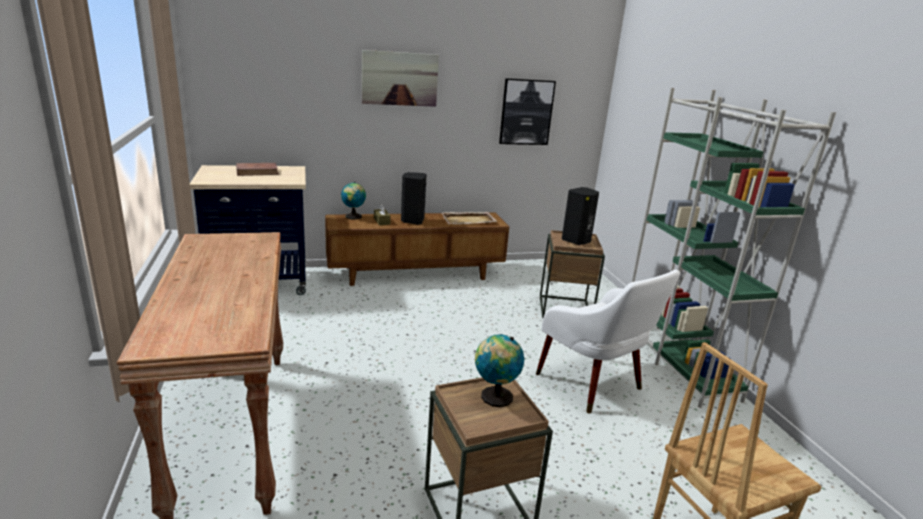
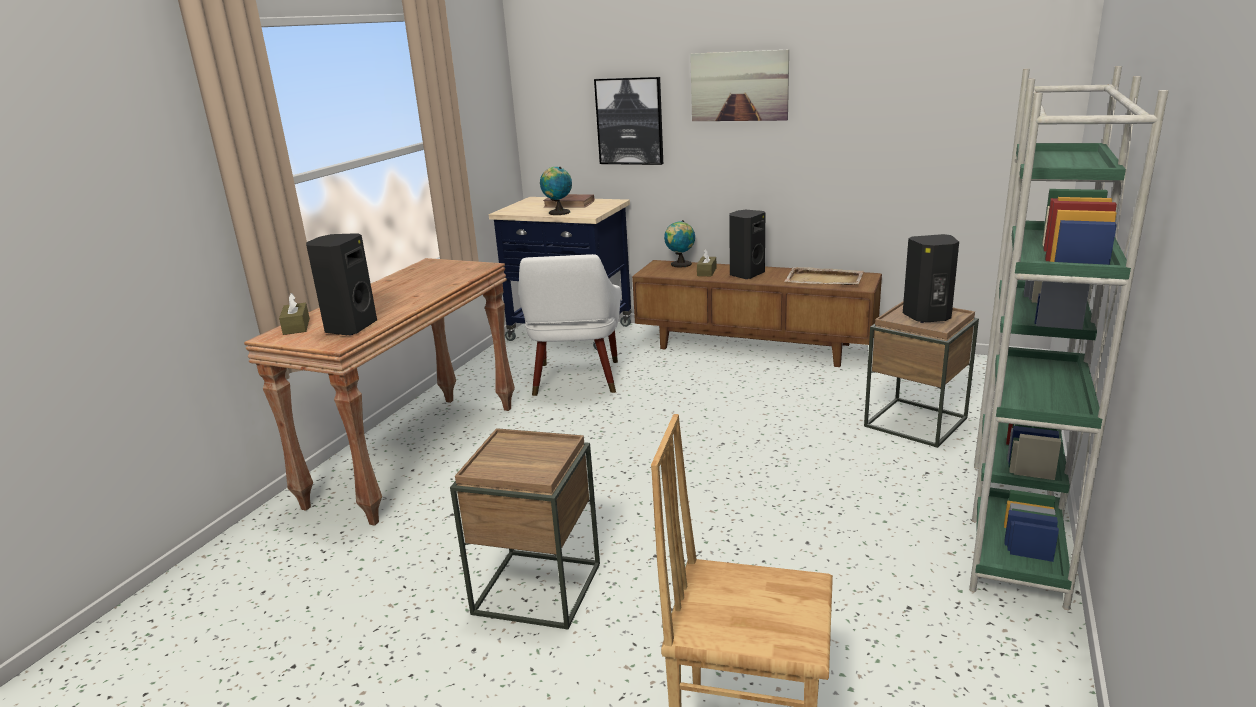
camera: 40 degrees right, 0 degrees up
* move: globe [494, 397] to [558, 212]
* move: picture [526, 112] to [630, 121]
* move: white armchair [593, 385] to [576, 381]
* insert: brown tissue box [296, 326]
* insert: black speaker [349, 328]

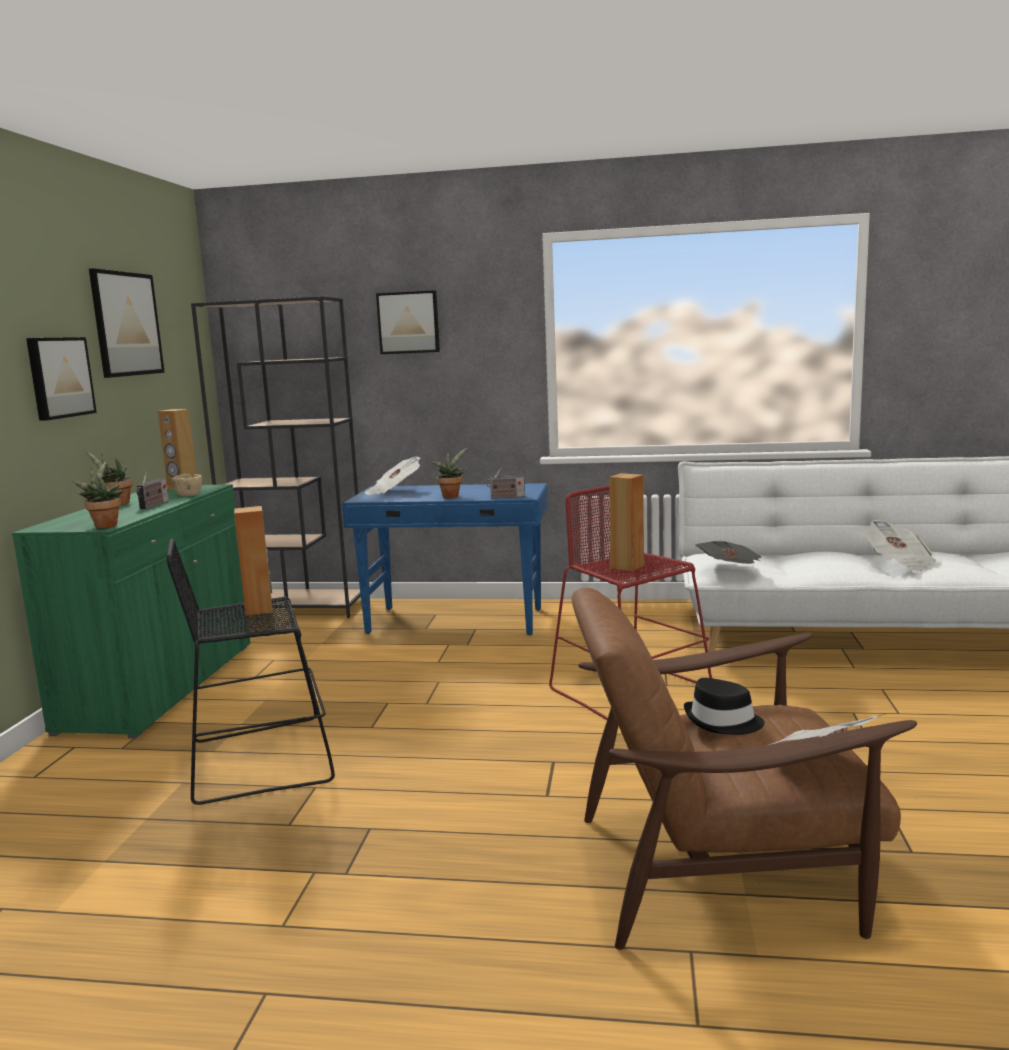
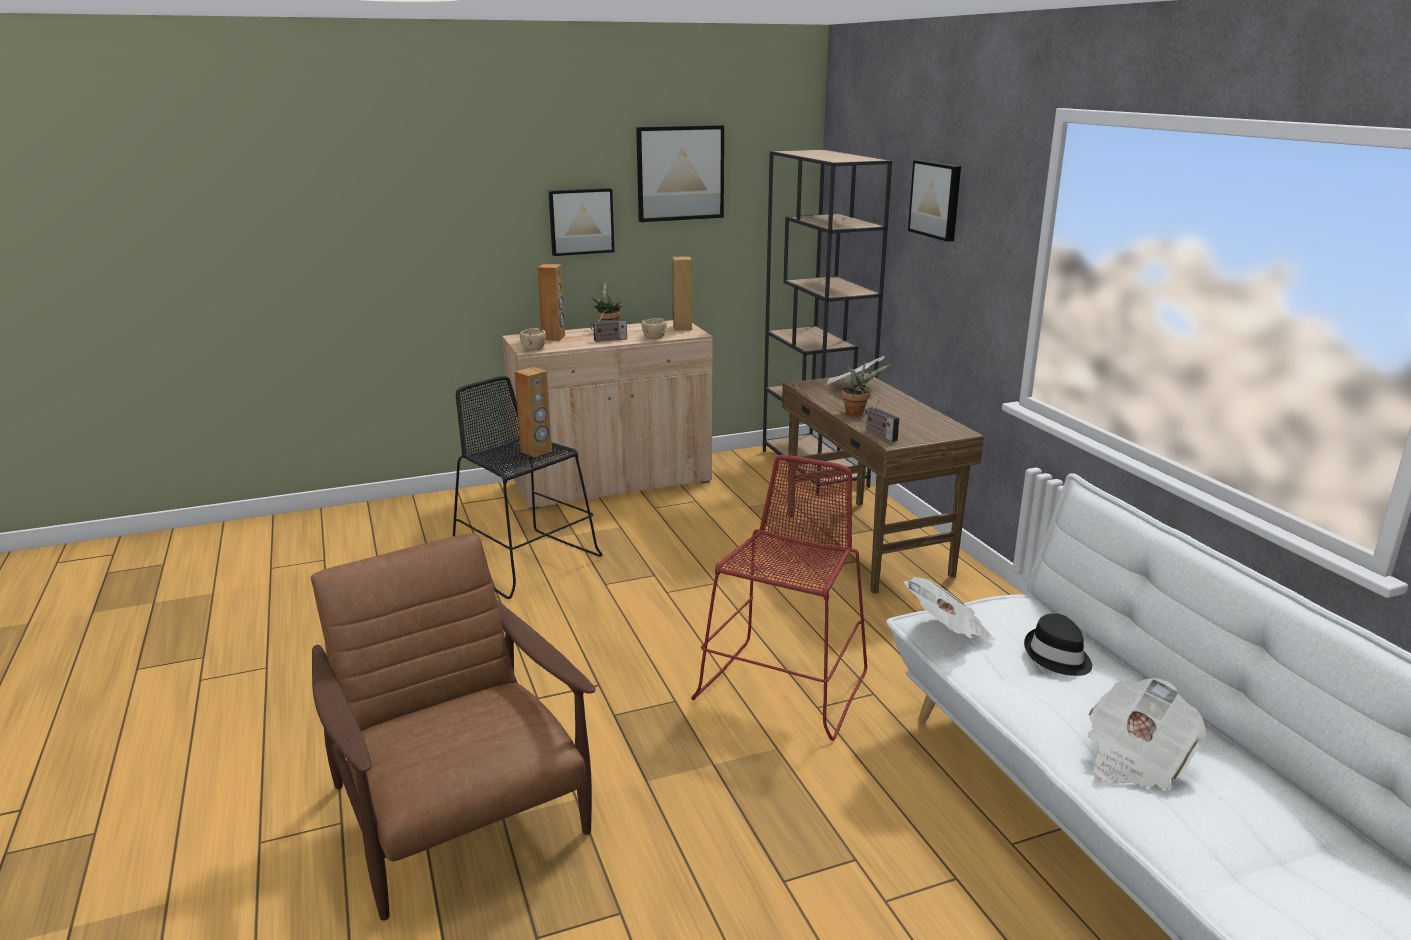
camera: 60 degrees right, 10 degrees up
* recolor: green cabinet [161, 686] to beige cabinet [613, 483]
* replace: potted plant [105, 525] to beige bowl [533, 348]
* recolor: blue console table [456, 621] to brown console table [867, 545]
* move: brown speaker [627, 566] to [554, 337]
* move: black hat [723, 722] to [1057, 656]
* delete: newspaper [820, 759]

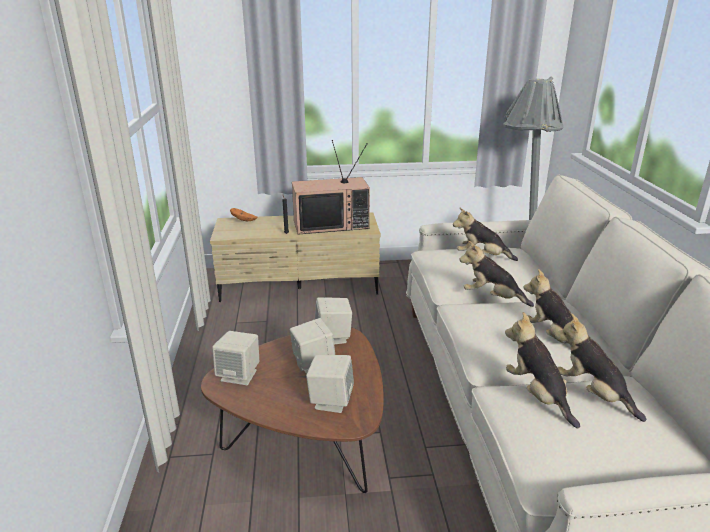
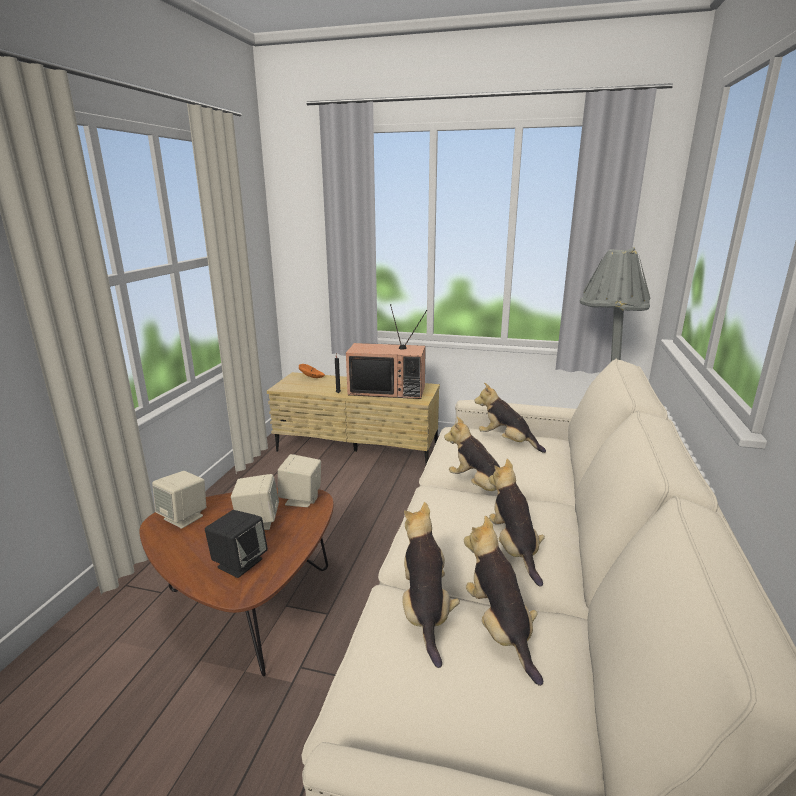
camera: 20 degrees right, 5 degrees down
* recolor: beige speaker [330, 401] to black speaker [239, 563]

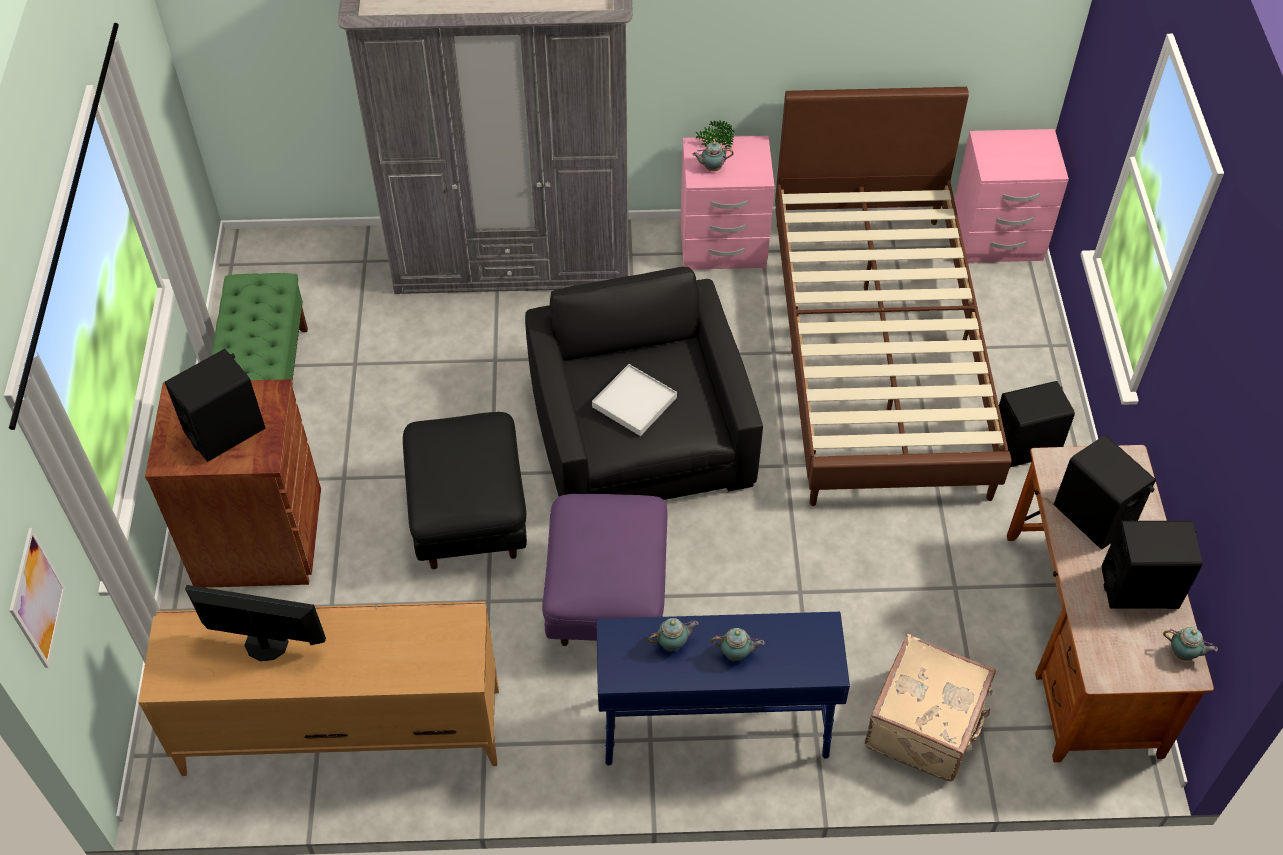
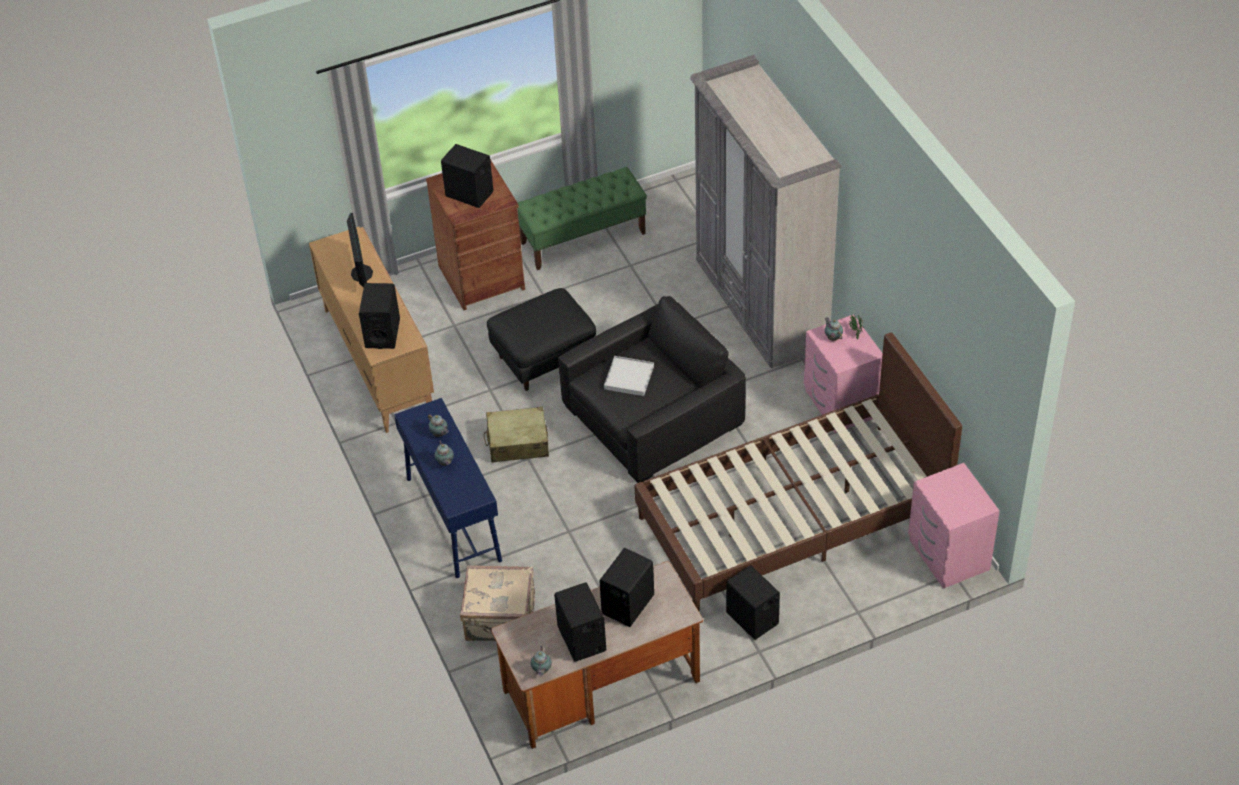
camera: 70 degrees right, 5 degrees down
* delete: picture [37, 598]
* replace: purple ottoman [608, 599] to beige suitcase [517, 442]
* insert: black speaker [382, 333]

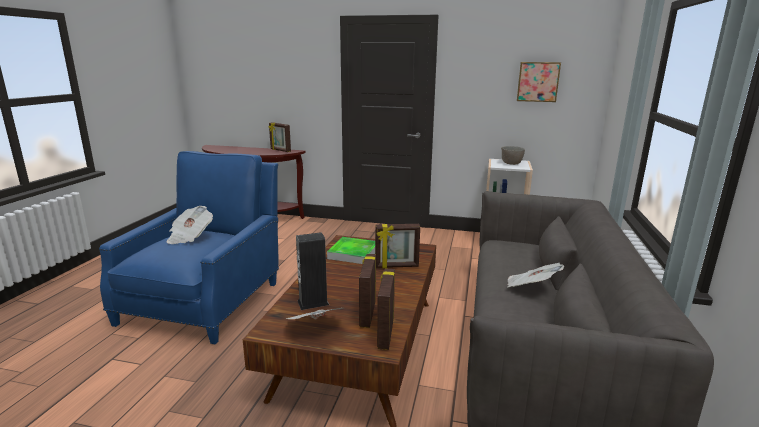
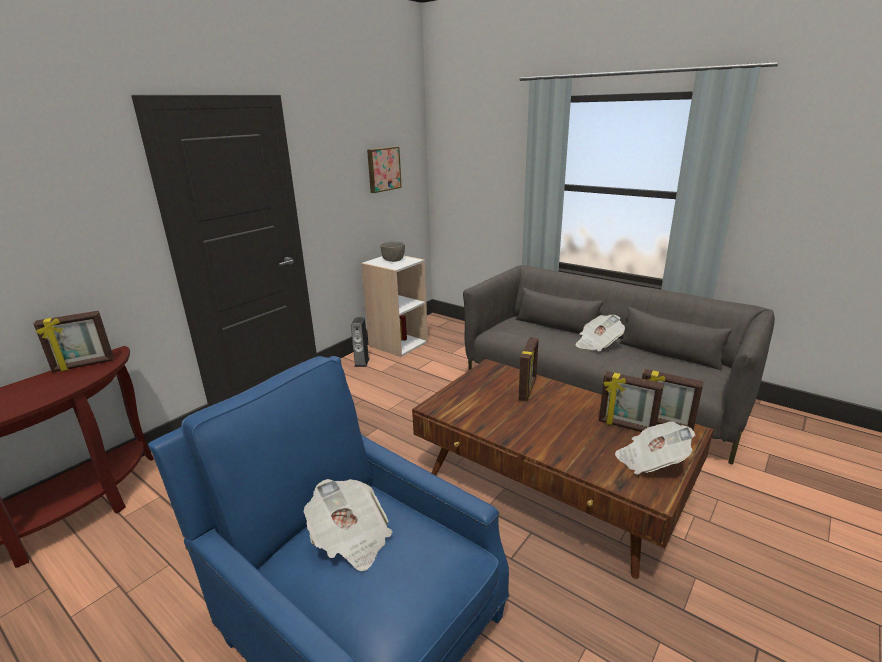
camera: 65 degrees left, 5 degrees up
* move: speaker [313, 302] to [362, 362]
* delete: tray [353, 253]

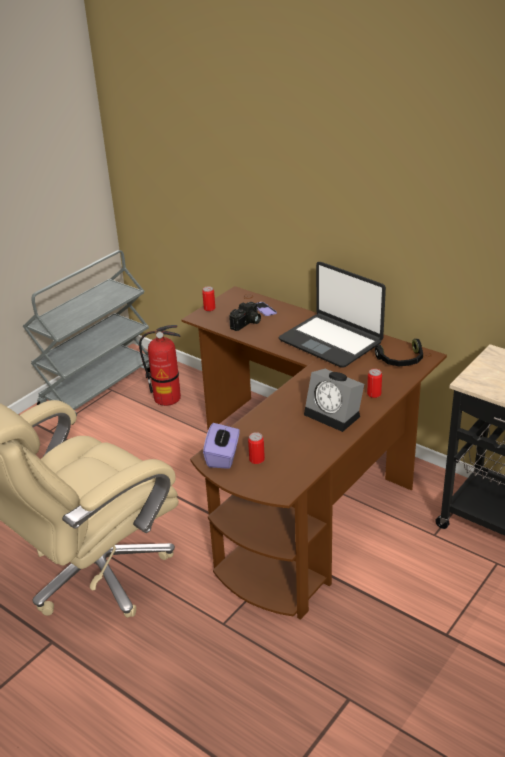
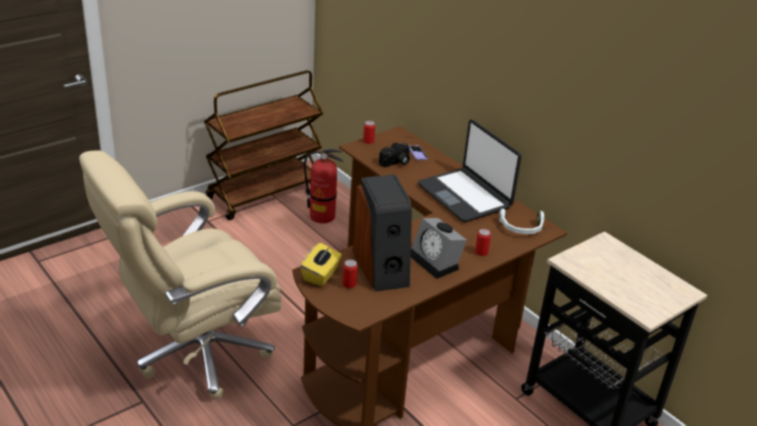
camera: 10 degrees right, 0 degrees up
* recolor: grey cart [98, 388] to brown cart [264, 193]
* recolor: purple tissue box [223, 457] to yellow tissue box [321, 275]
* recolor: black headphones [401, 360] to white headphones [521, 228]
* insert: speaker [382, 267]

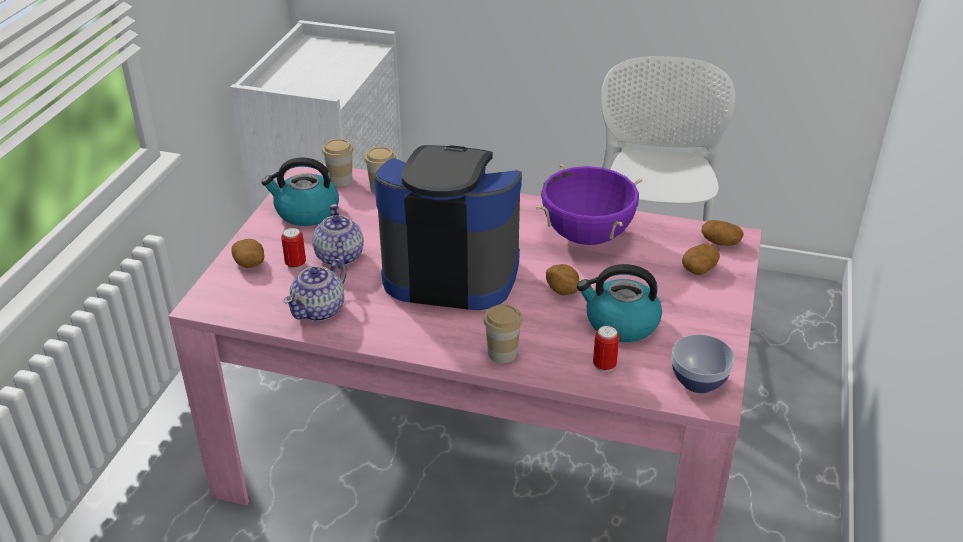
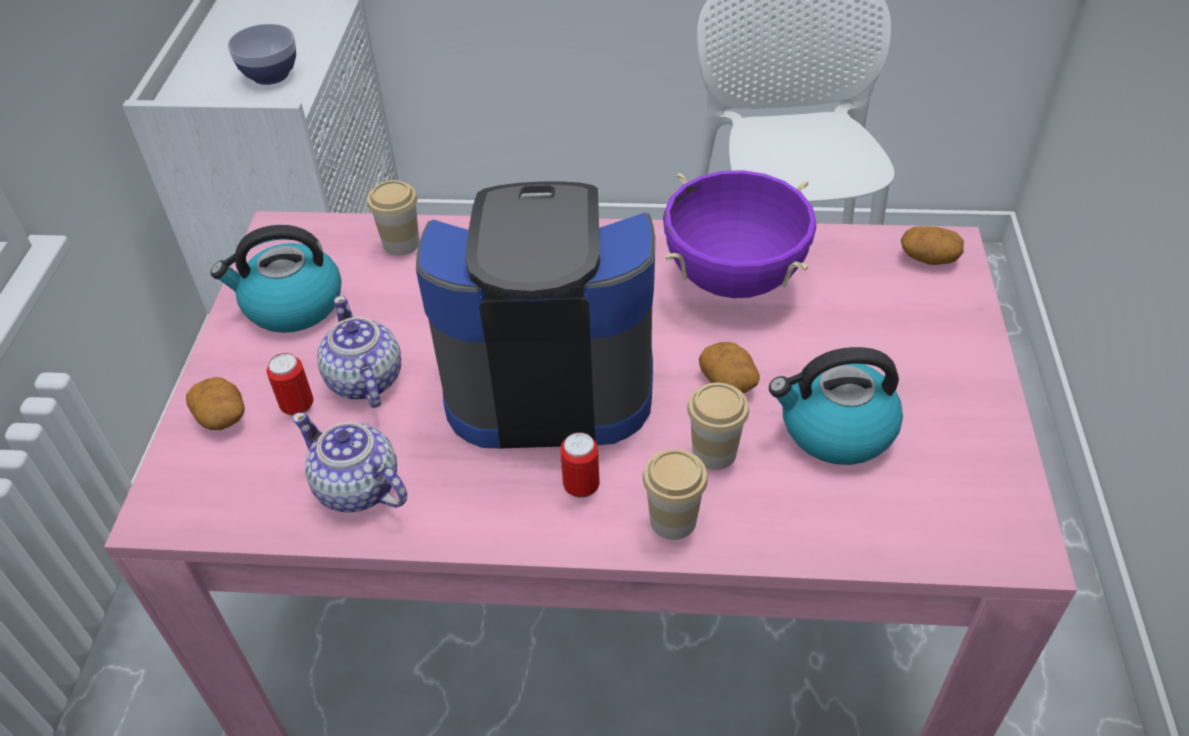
camera: 10 degrees left, 10 degrees up
* rotate: teapot [320, 310] = [358, 489] 105 degrees clockwise
* move: cup [340, 180] to [714, 452]
* move: can [604, 365] to [581, 487]
* move: bowl [698, 381] to [270, 75]
* delete: potato [699, 268]

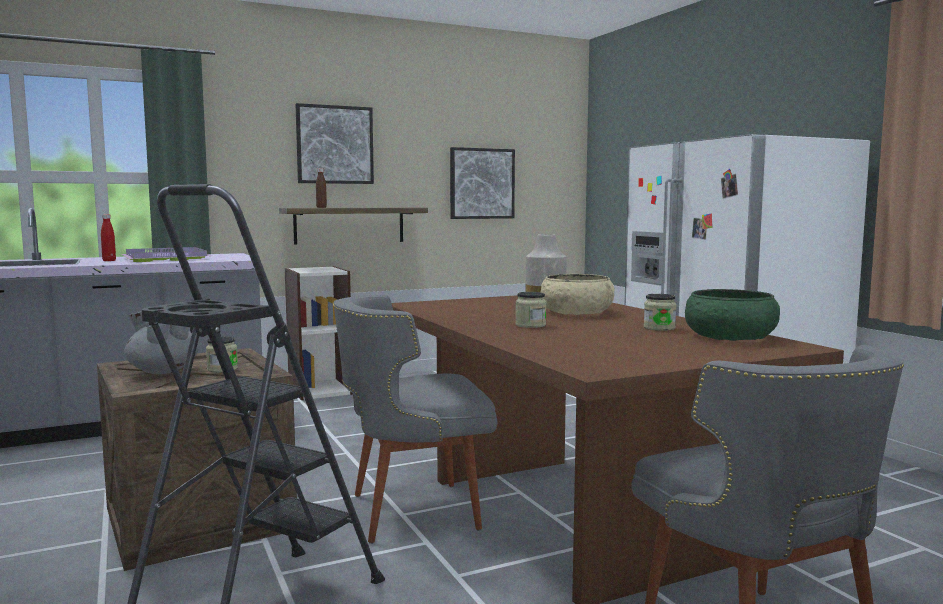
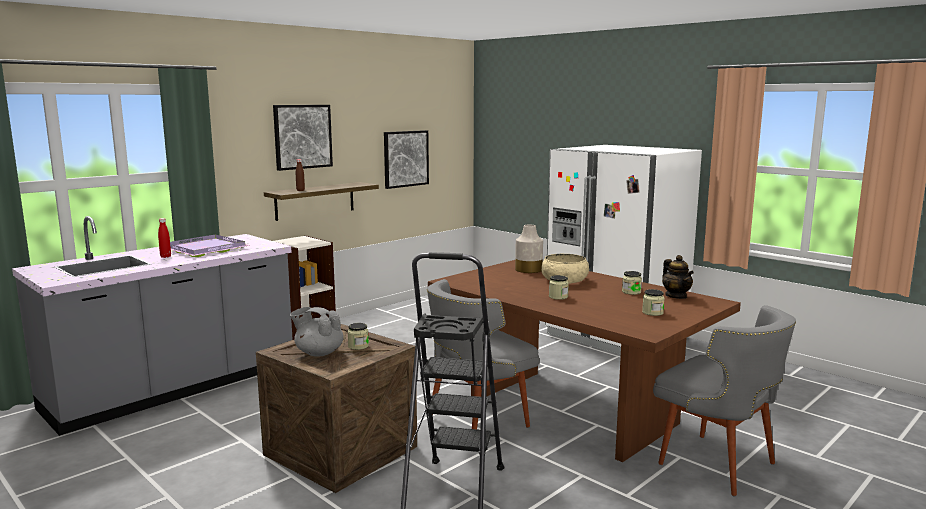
camera: 20 degrees left, 5 degrees up
* replace: green bowl [730, 336] to teapot [676, 296]
* insert: jar [652, 312]

